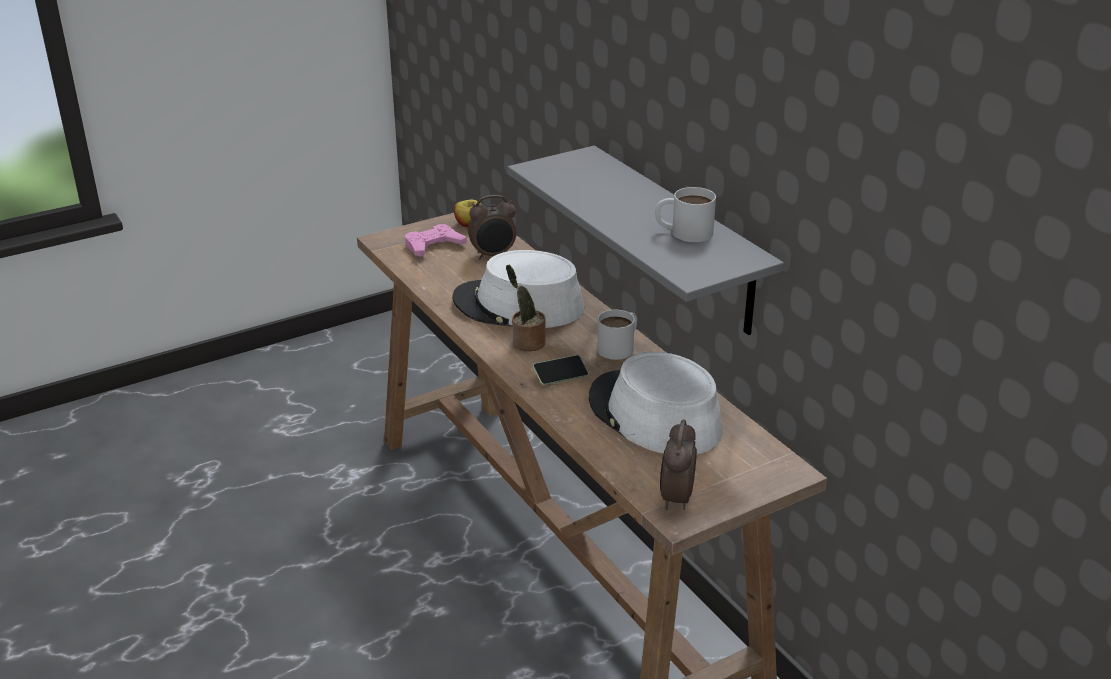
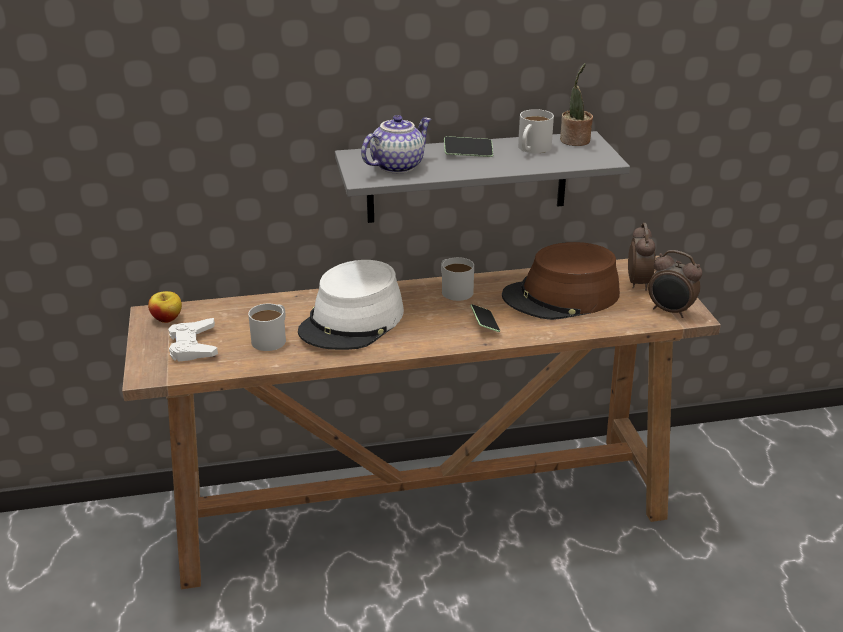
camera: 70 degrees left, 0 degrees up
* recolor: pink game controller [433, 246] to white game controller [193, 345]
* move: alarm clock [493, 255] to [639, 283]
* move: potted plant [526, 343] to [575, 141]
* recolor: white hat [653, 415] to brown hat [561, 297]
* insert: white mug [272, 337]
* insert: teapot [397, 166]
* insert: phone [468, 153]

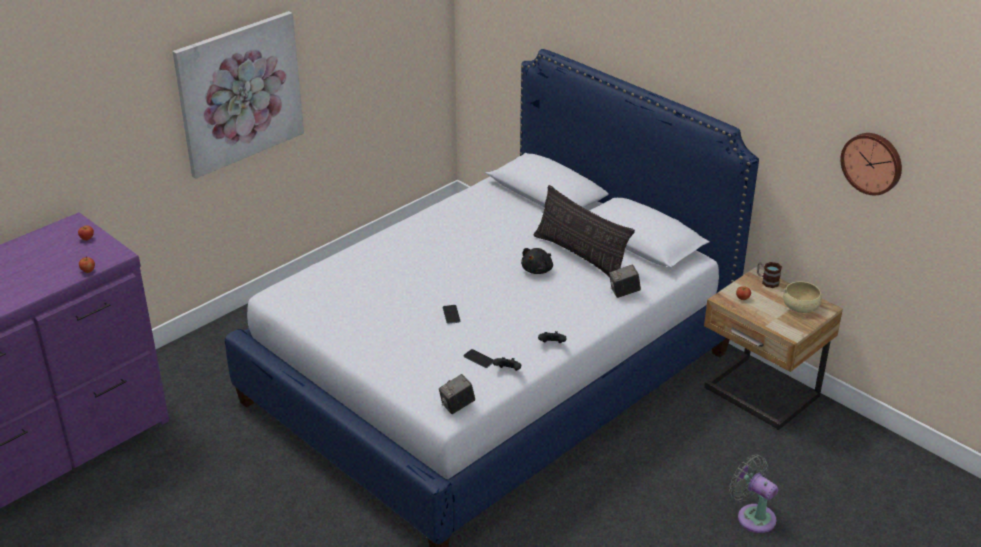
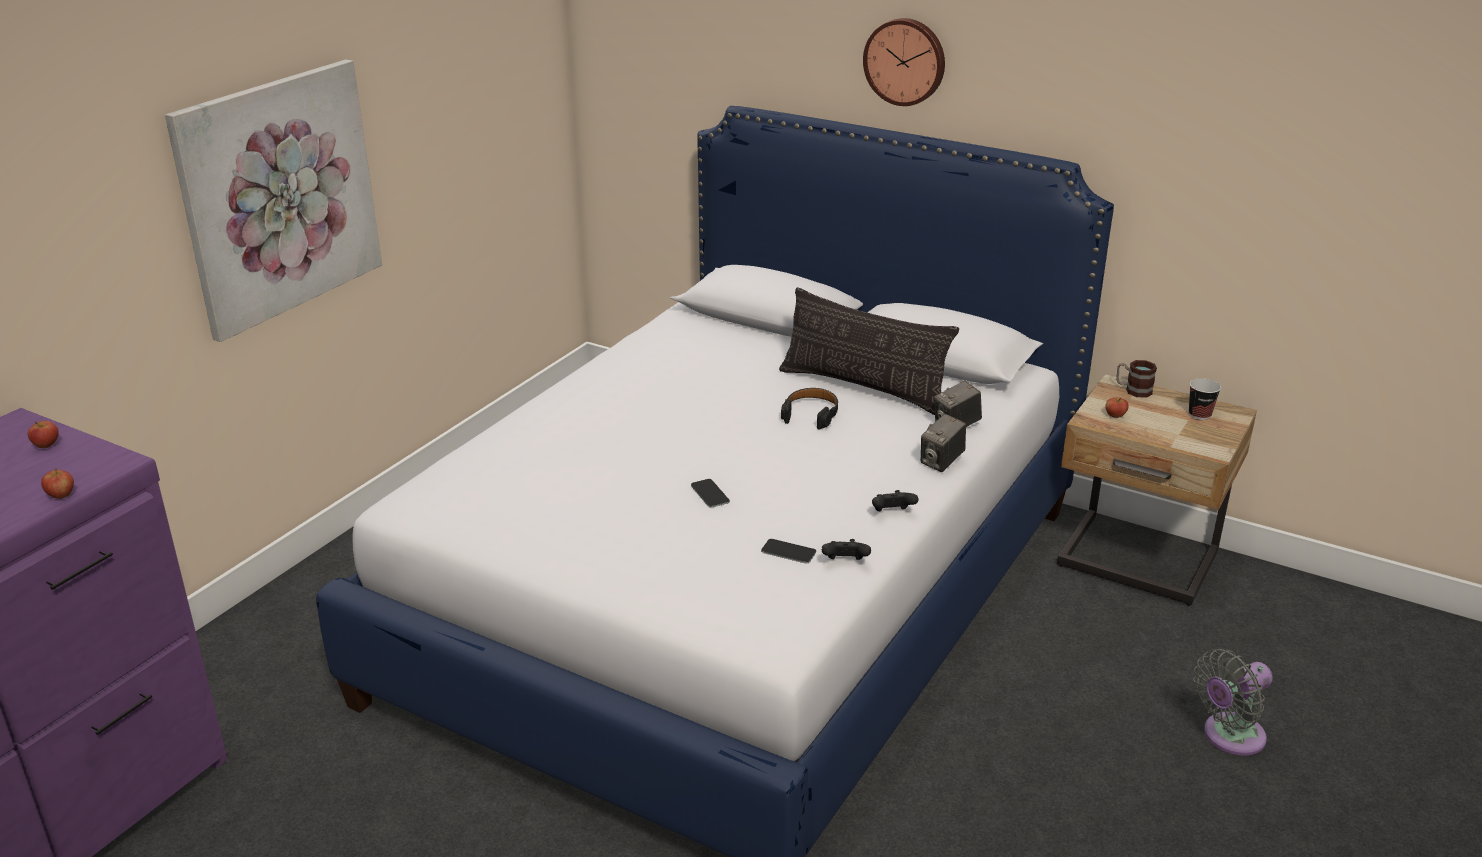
camera: 15 degrees left, 5 degrees down
* move: photo camera [457, 406] to [941, 462]
* replace: black plush toy [538, 270] to black headphones [811, 414]
* rotate: grey fan [753, 516] = [1229, 737] 60 degrees counterclockwise
* replace: beige bowl [800, 306] to cup [1199, 415]
* move: wall clock [872, 162] to [905, 61]

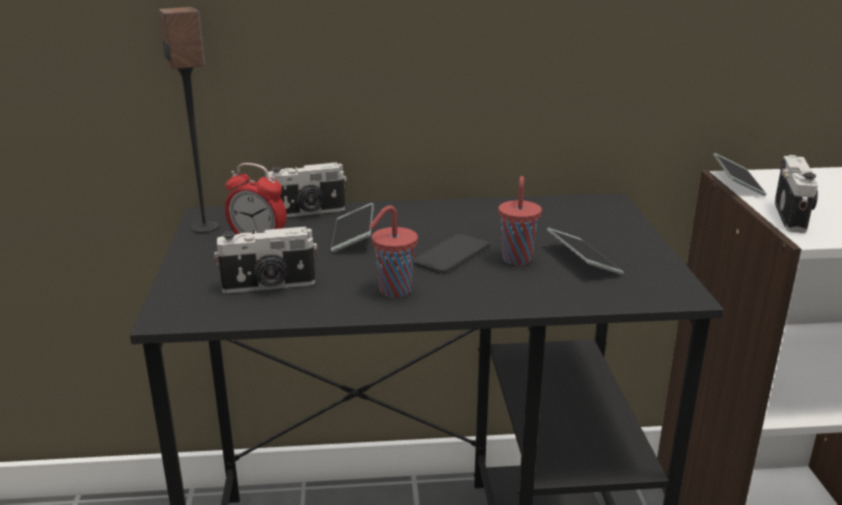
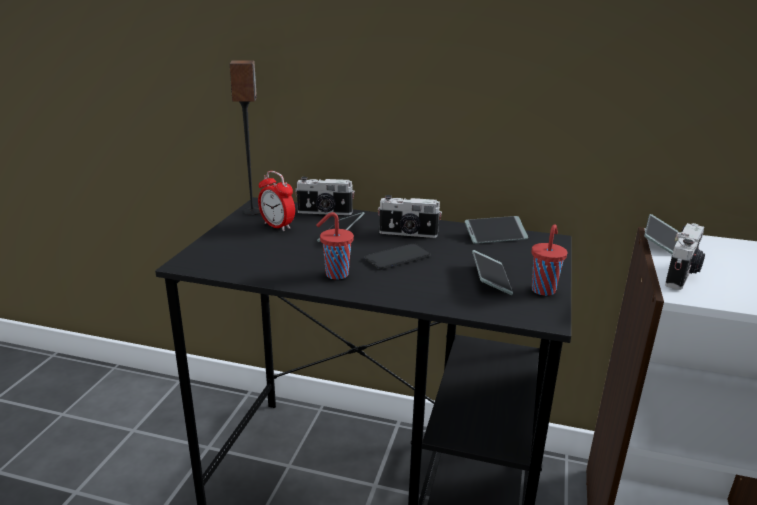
camera: 20 degrees right, 0 degrees up
* move: photo camera [269, 286] to [408, 234]
* move: red cup [517, 258] to [543, 289]
* insert: phone [495, 236]

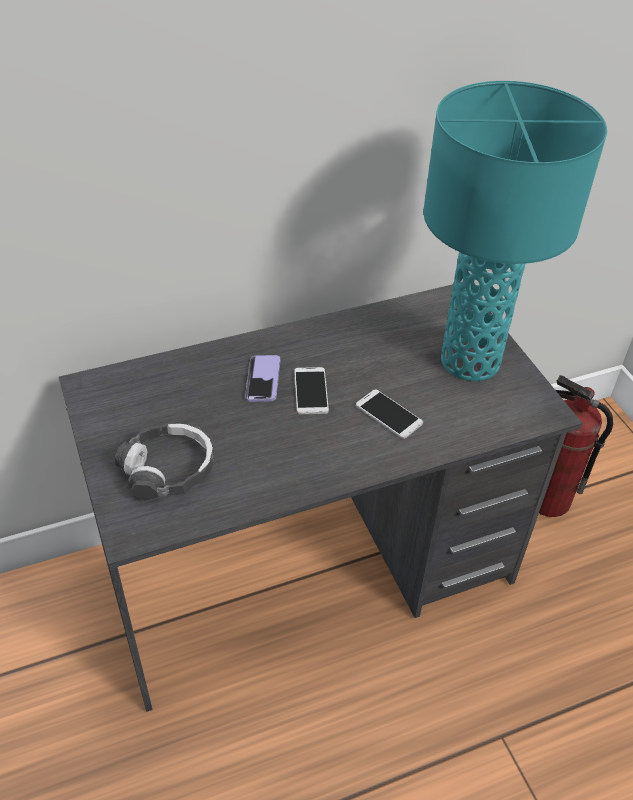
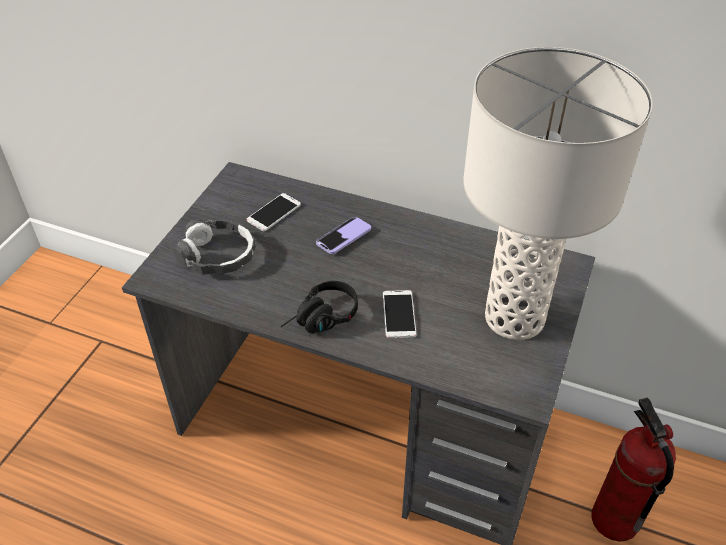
camera: 45 degrees right, 0 degrees up
* move: phone [311, 391] to [274, 212]
* recolor: turquoise table lamp [469, 360] to white table lamp [514, 316]
* insert: black headphones [321, 320]

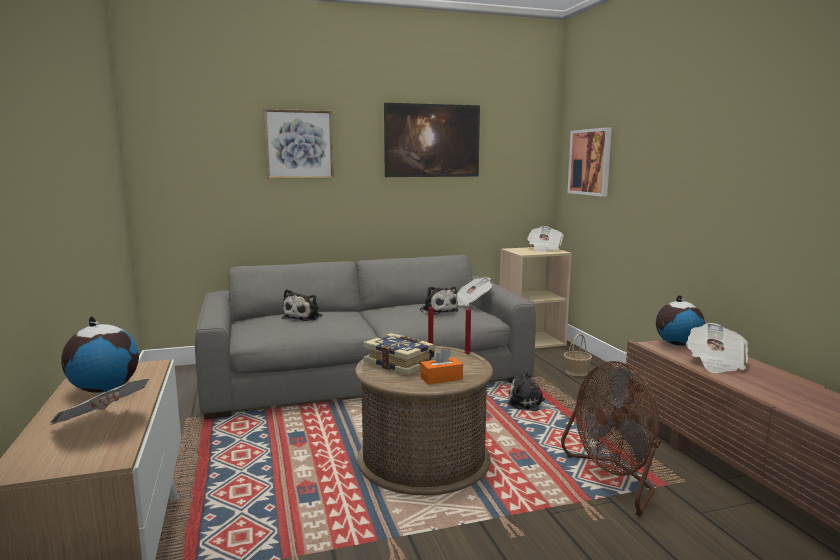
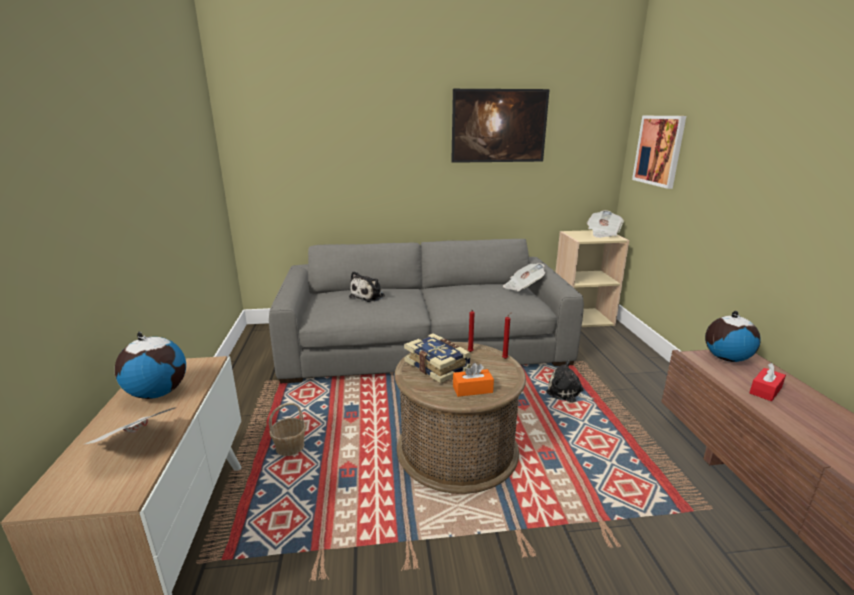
camera: 10 degrees right, 10 degrees up
* delete: picture [299, 144]
* delete: plush toy [437, 311]
* delete: brown fan [617, 477]
* move: basket [577, 372] to [290, 447]
* replace: newspaper [715, 363] to red tissue box [765, 390]

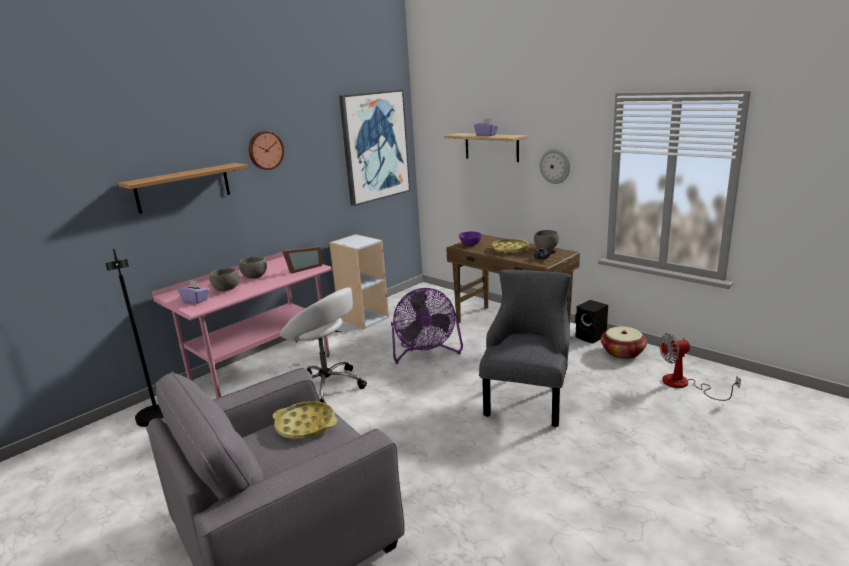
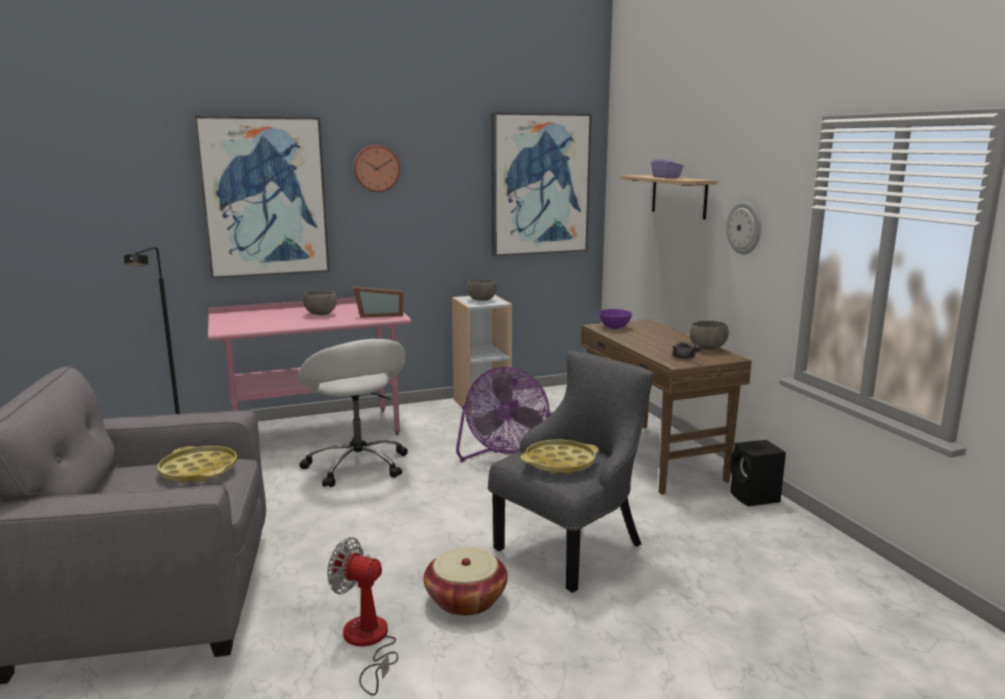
camera: 25 degrees right, 5 degrees down
* replace: shelf [183, 187] to picture [264, 197]
* delete: purple tissue box [195, 300]
* move: grey bowl [227, 289] to [482, 300]
* move: yellow tray [510, 249] to [560, 463]
* move: basket [622, 352] to [465, 599]
* move: fan [684, 385] to [368, 643]

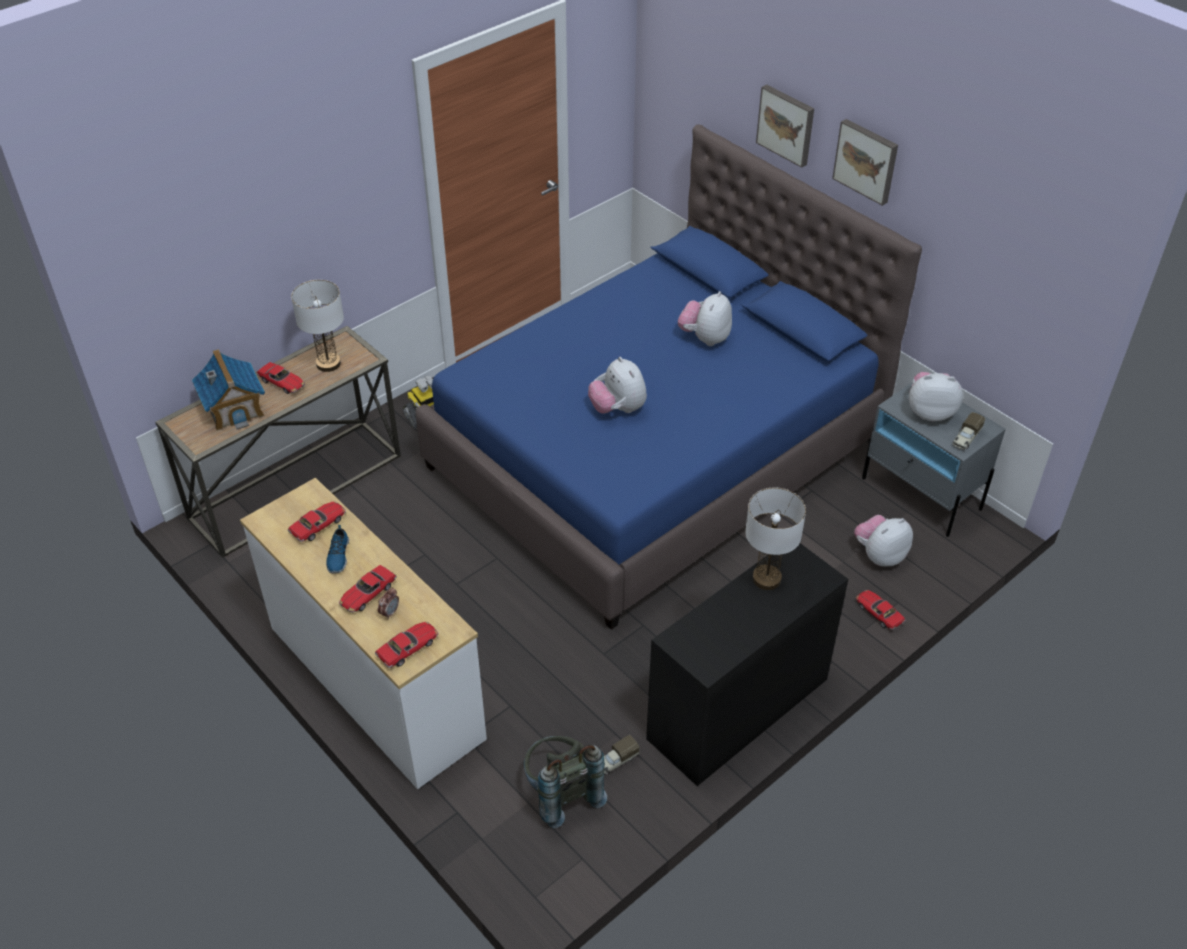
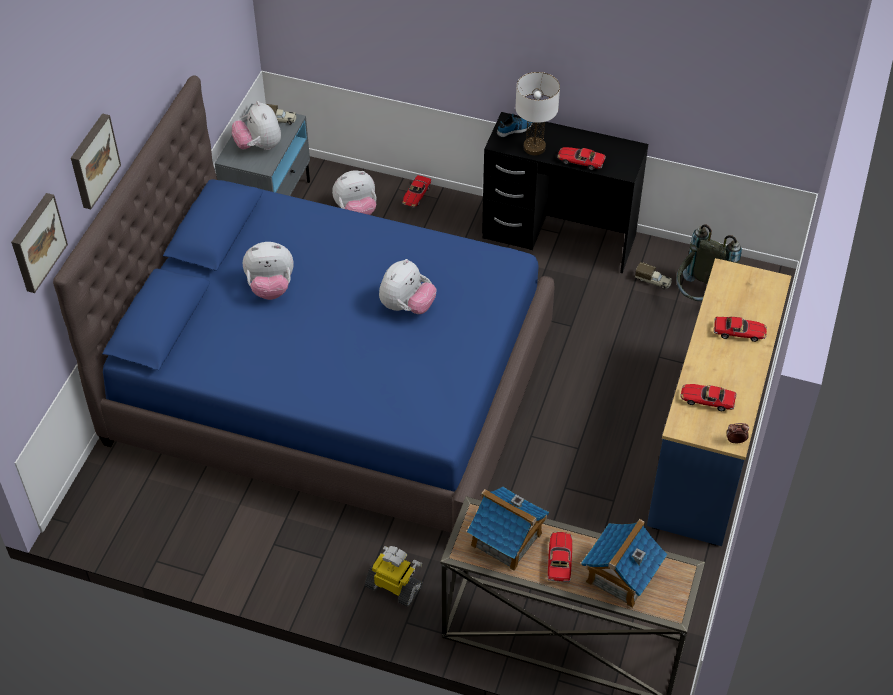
camera: 120 degrees left, 5 degrees up
* recolor: white dresser [374, 683] to blue dresser [709, 446]
* replace: table lamp [328, 364] to toy house [506, 540]
* move: shoe [337, 556] to [515, 129]
* move: toy car [408, 648] to [580, 162]
* move: alarm clock [390, 613] to [735, 441]
* move: picture [867, 160] to [36, 242]
* rotate: plush toy [879, 555] = [356, 211] 45 degrees counterclockwise

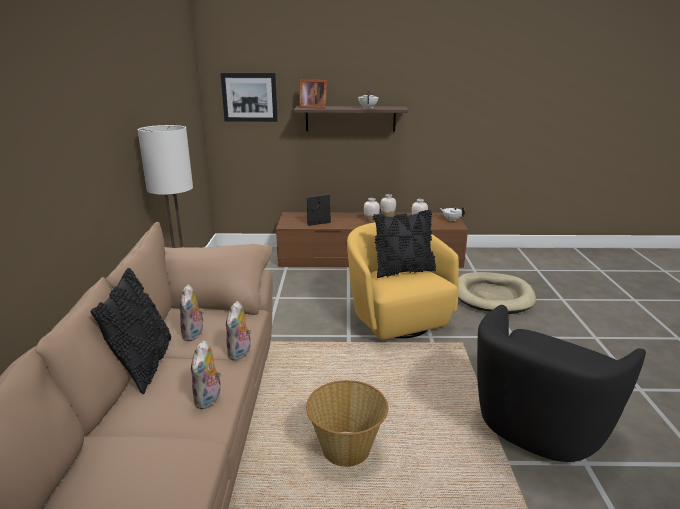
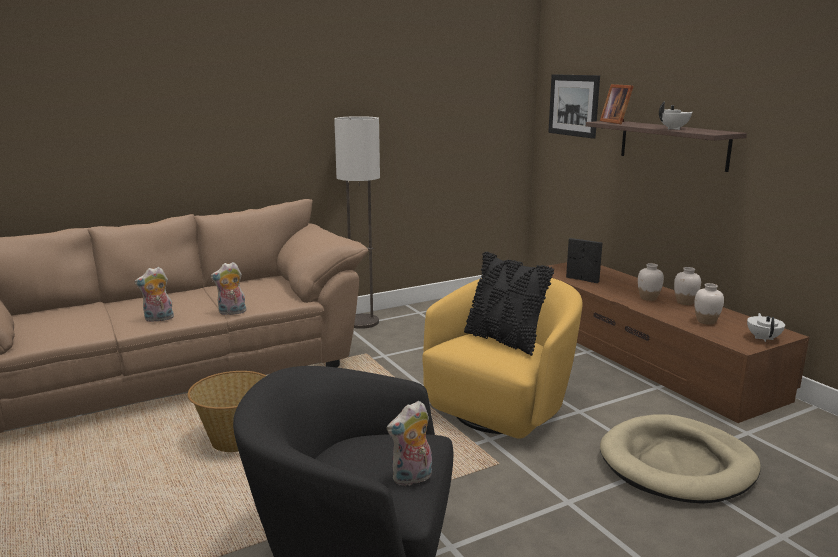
camera: 60 degrees right, 5 degrees down
* delete: black pillow [144, 365]
* move: plush toy [194, 335] to [412, 479]

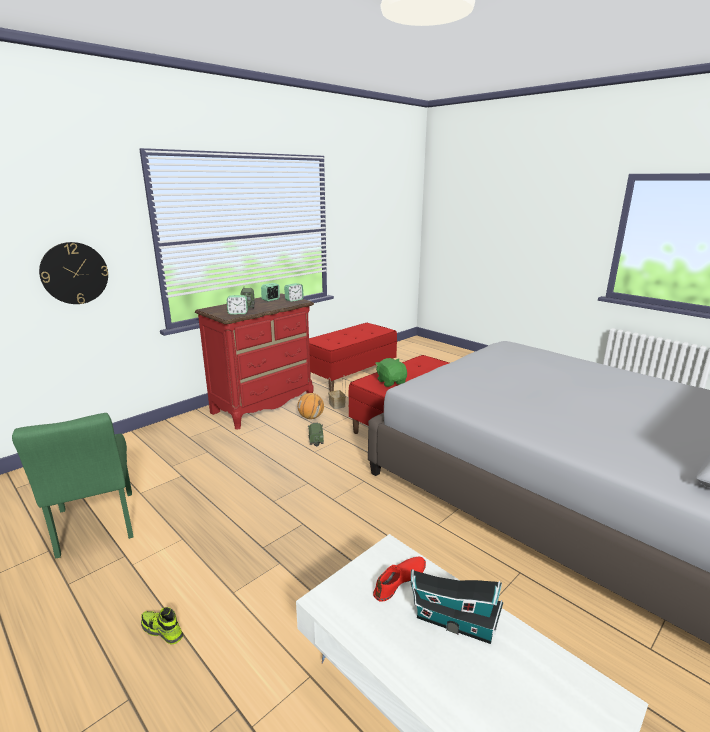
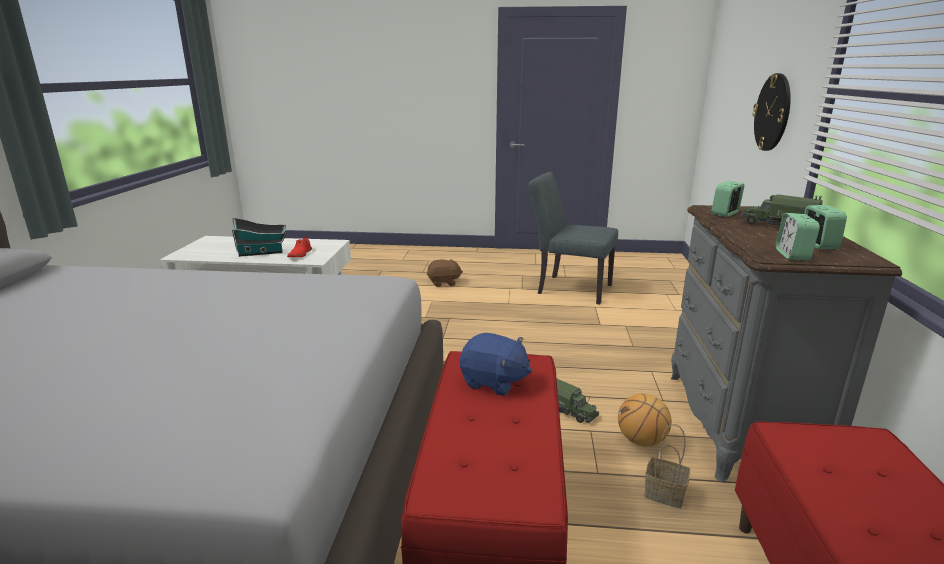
camera: 140 degrees right, 0 degrees up
* recolor: green chair [95, 528] to grey chair [568, 288]
* replace: shoe [162, 631] to brown plush toy [444, 283]
* recolor: red dresser [264, 407] to grey dresser [734, 424]
* recolor: green plush toy [391, 382] to blue plush toy [494, 382]

